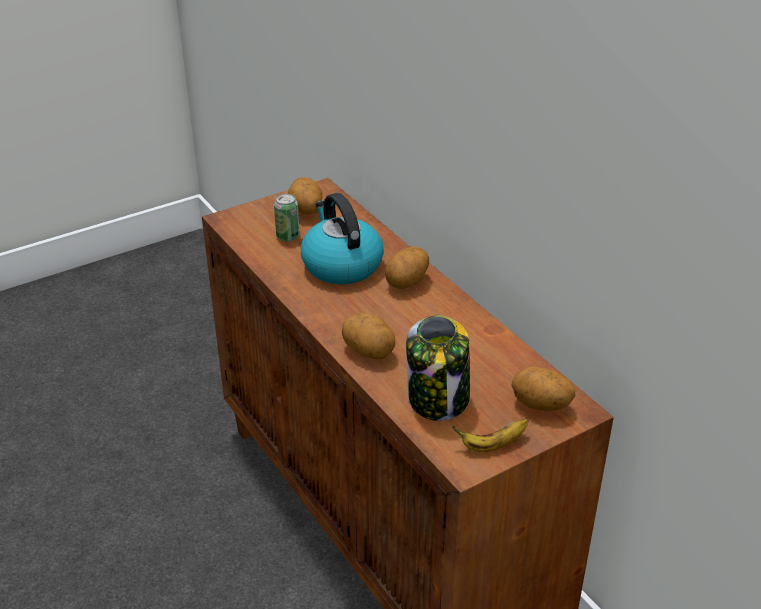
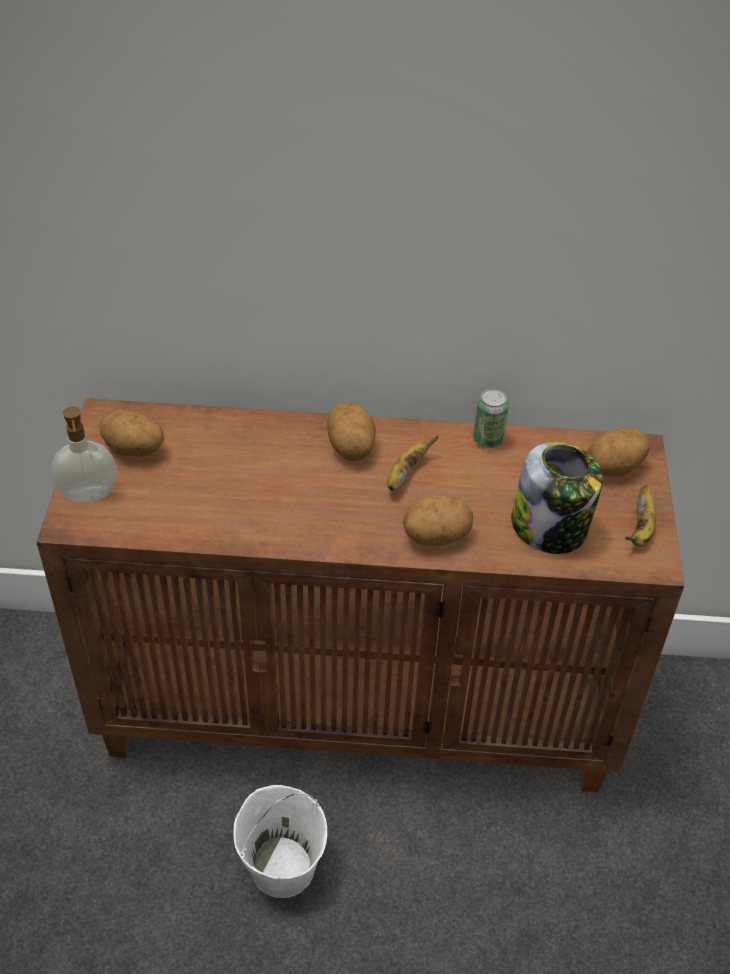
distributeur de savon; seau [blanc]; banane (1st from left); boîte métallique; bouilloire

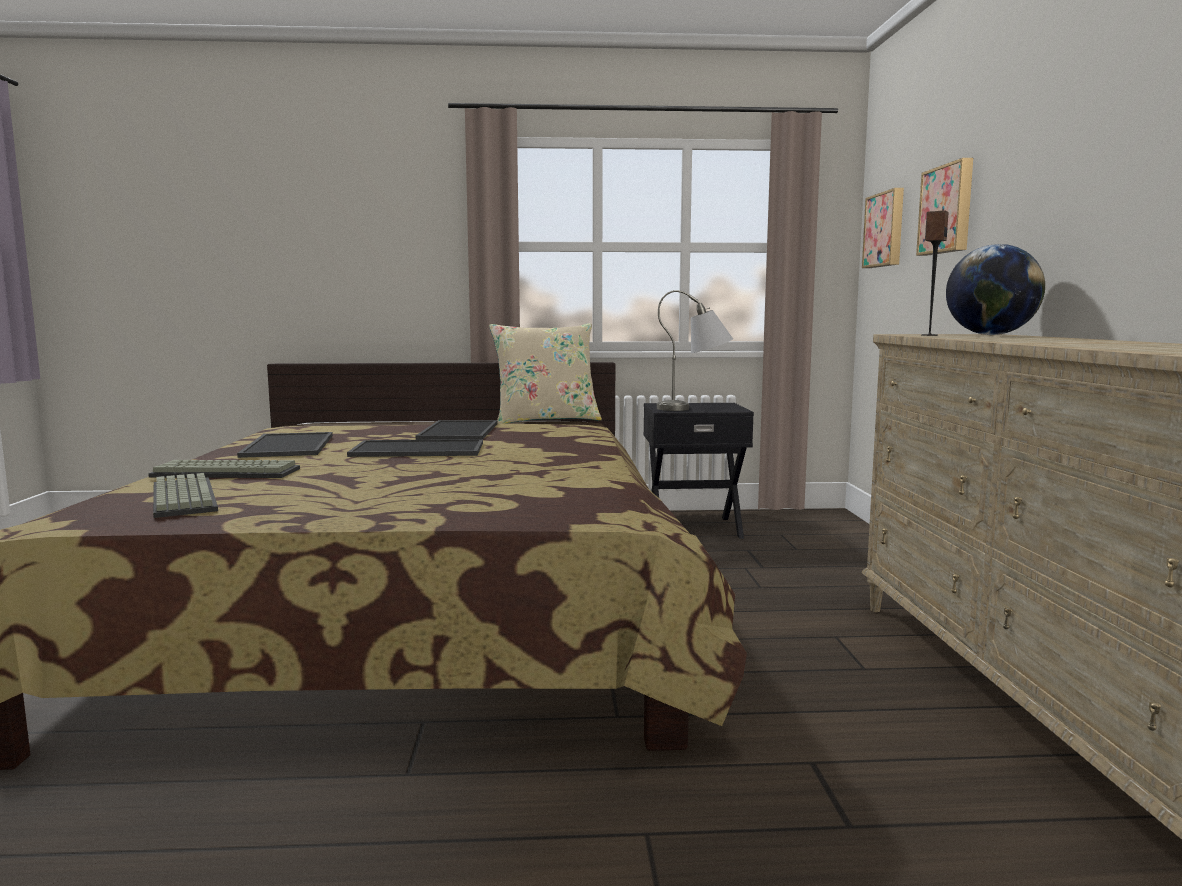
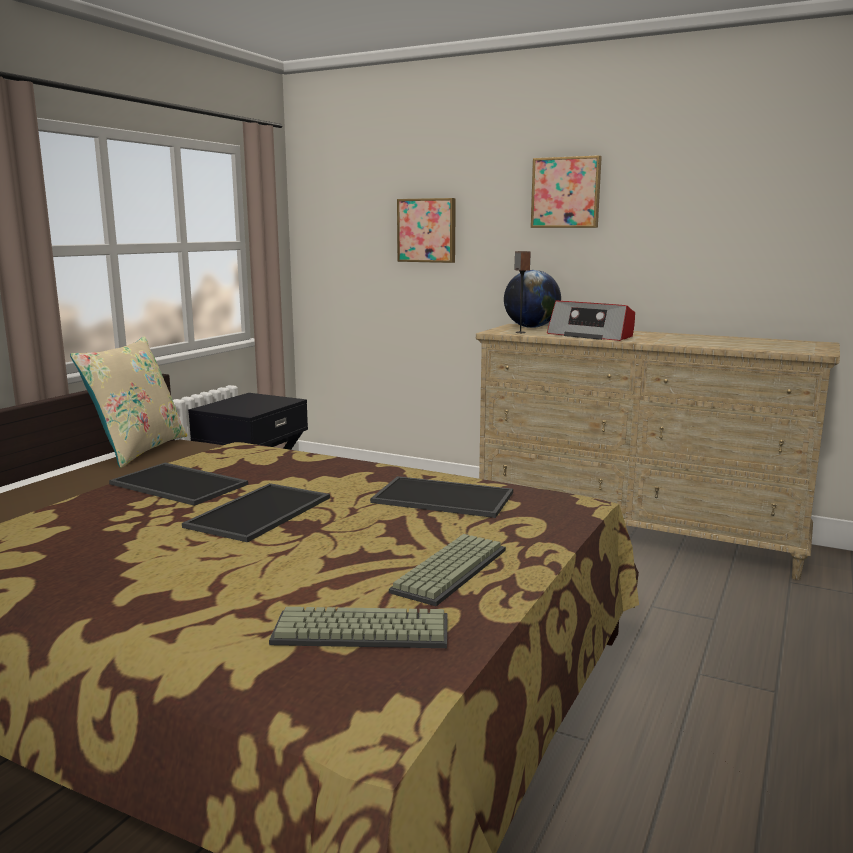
plateau (3rd from left); clavier (2nd from left); tableau (2nd from left); radio; lampe de table [gris]

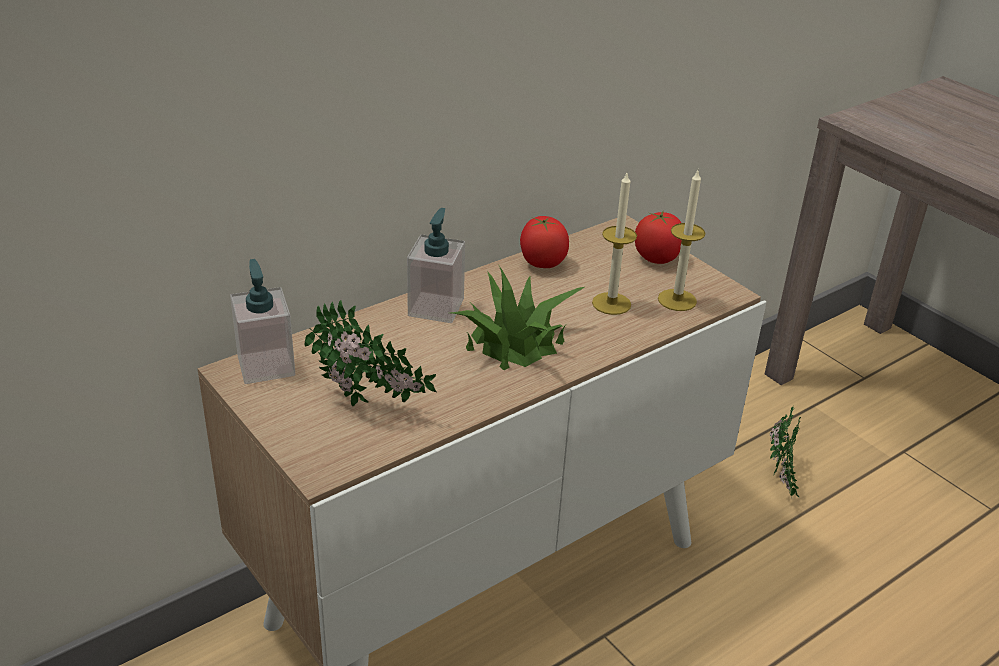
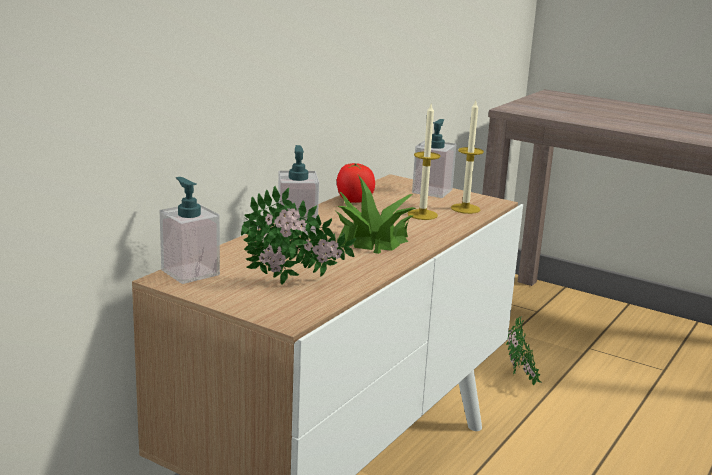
distributeur de savon (3rd from left)

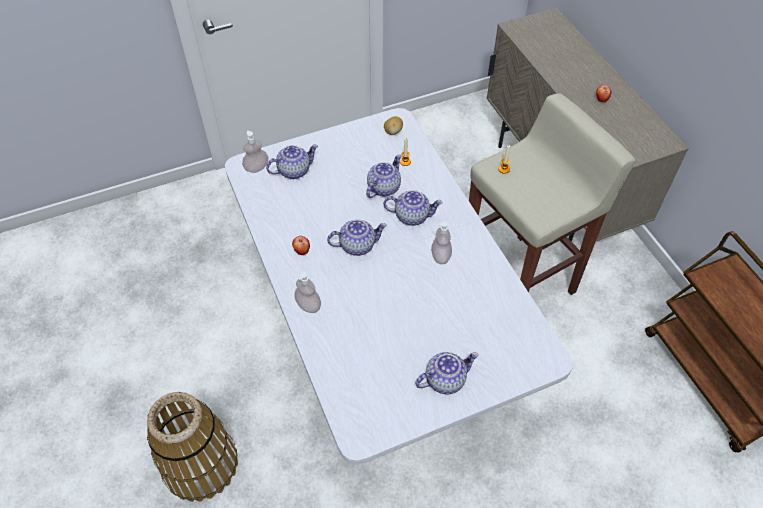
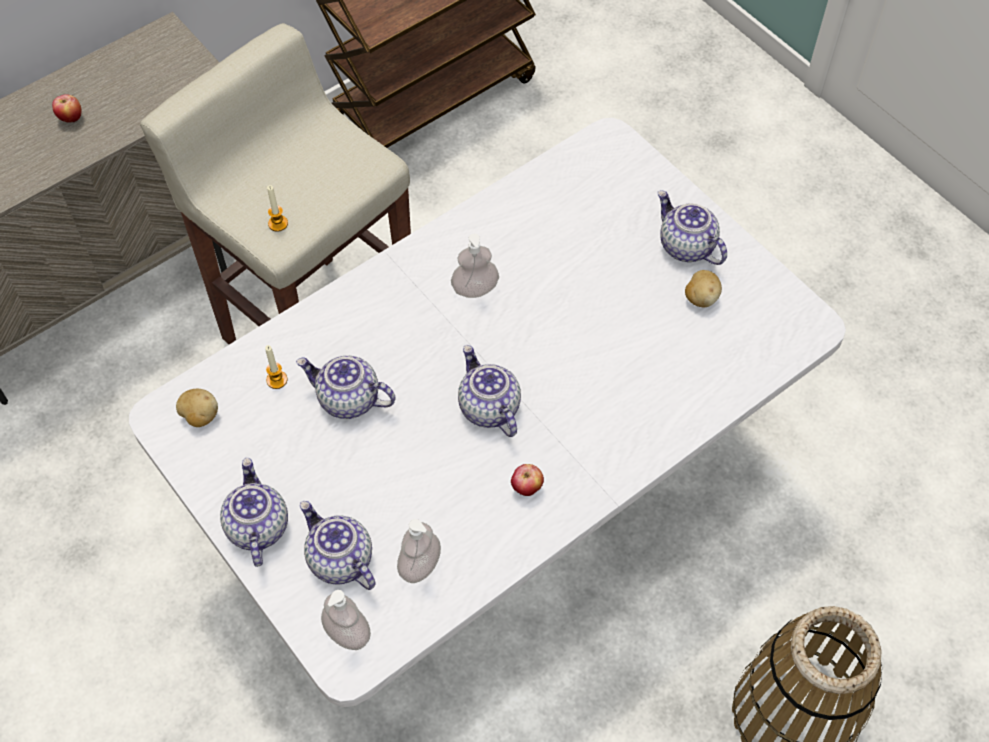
théière (1st from left); distributeur de savon (2nd from left); pomme de terre (2nd from left)

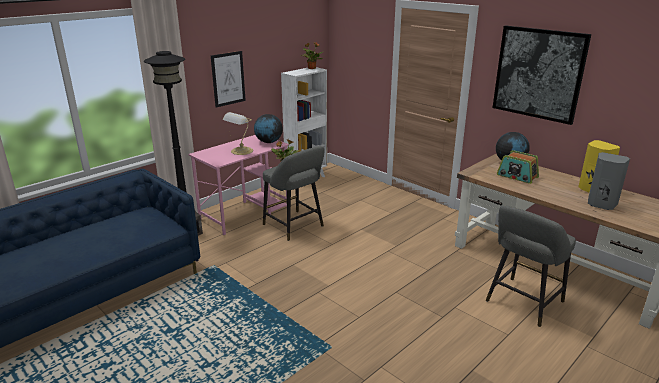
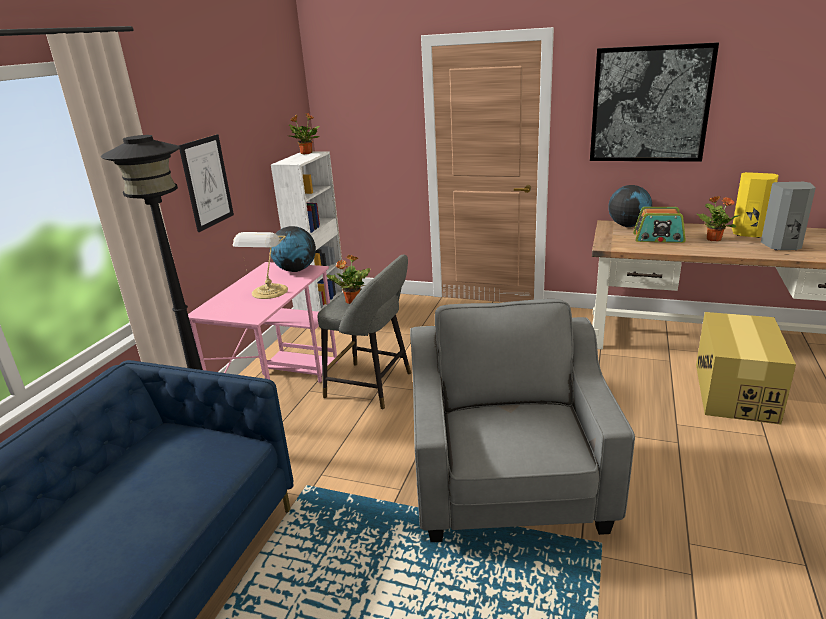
fauteuil [gris]; plante en pot (3rd from left); carton

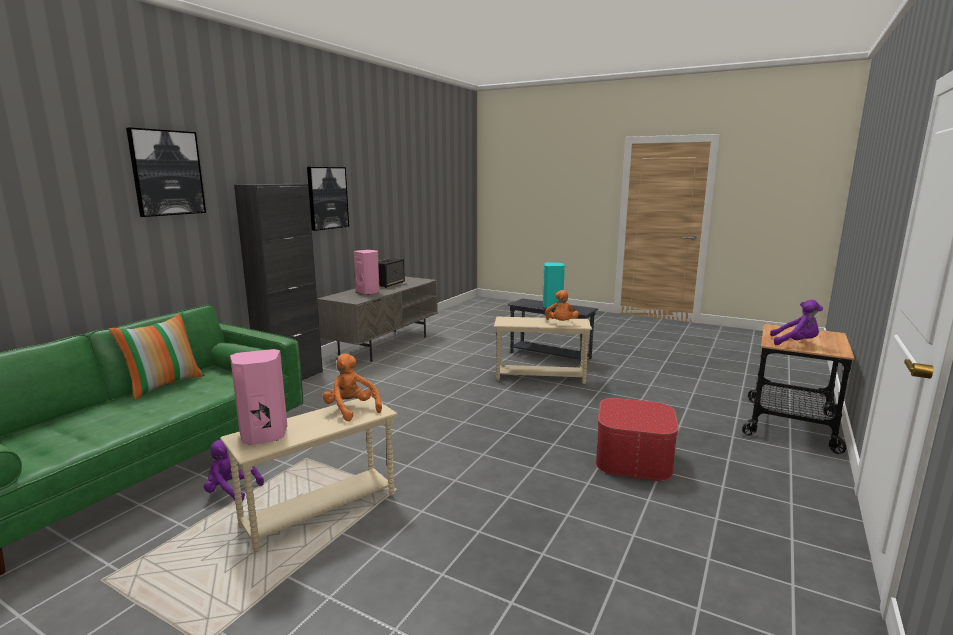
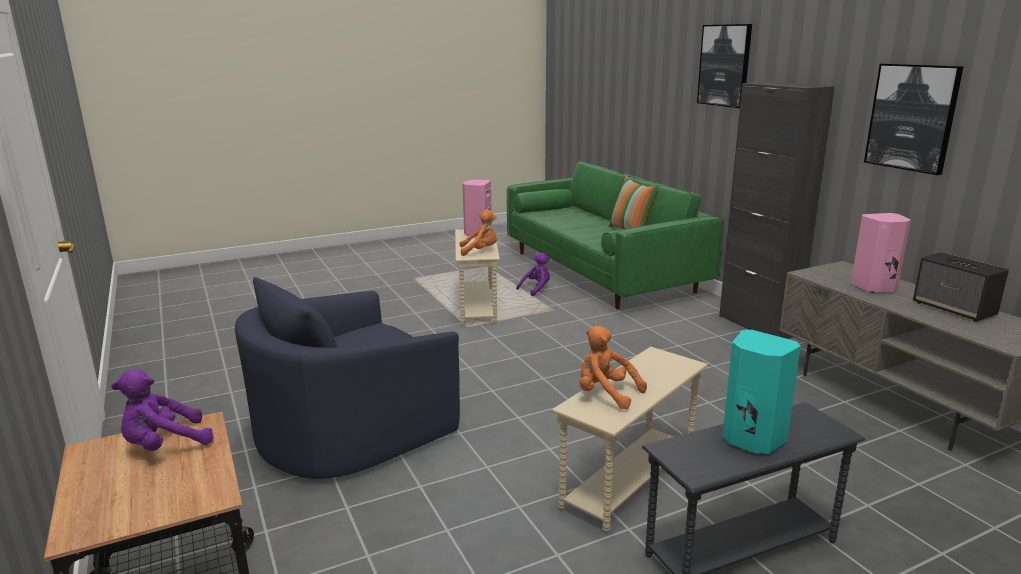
fauteuil [bleu]

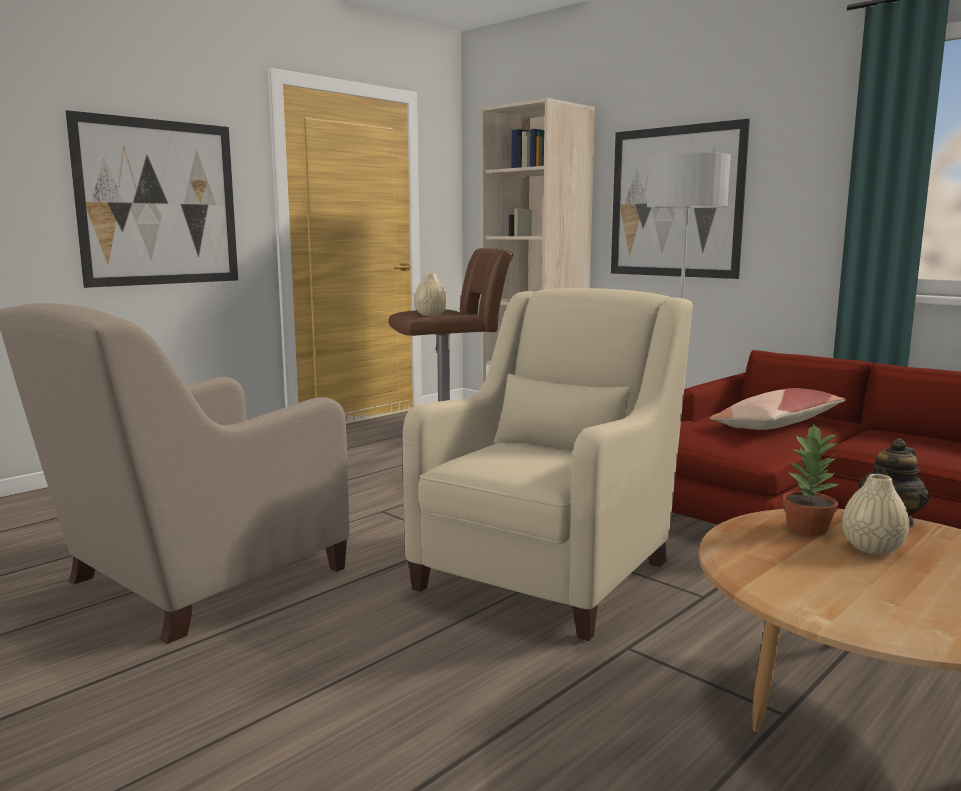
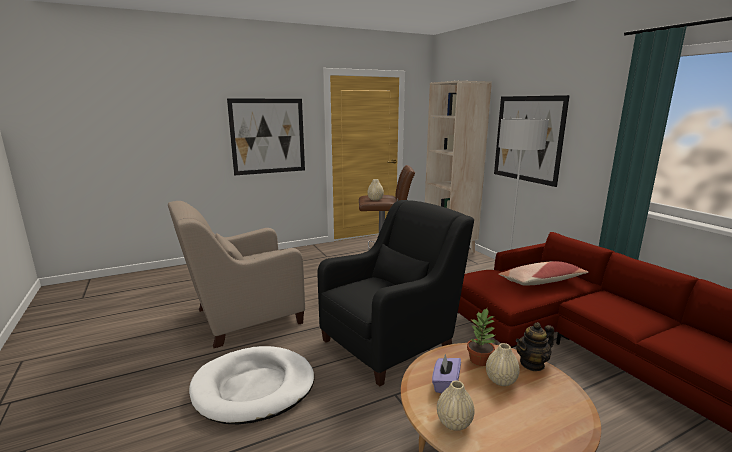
panier pour chien [blanc]; fauteuil [noir]; boîte à mouchoirs [violet]; vase [beige] (2nd from left)

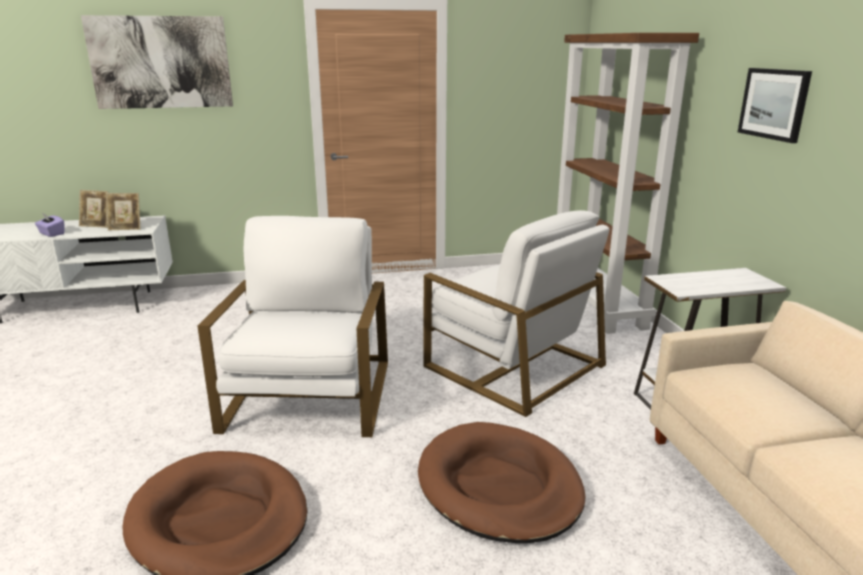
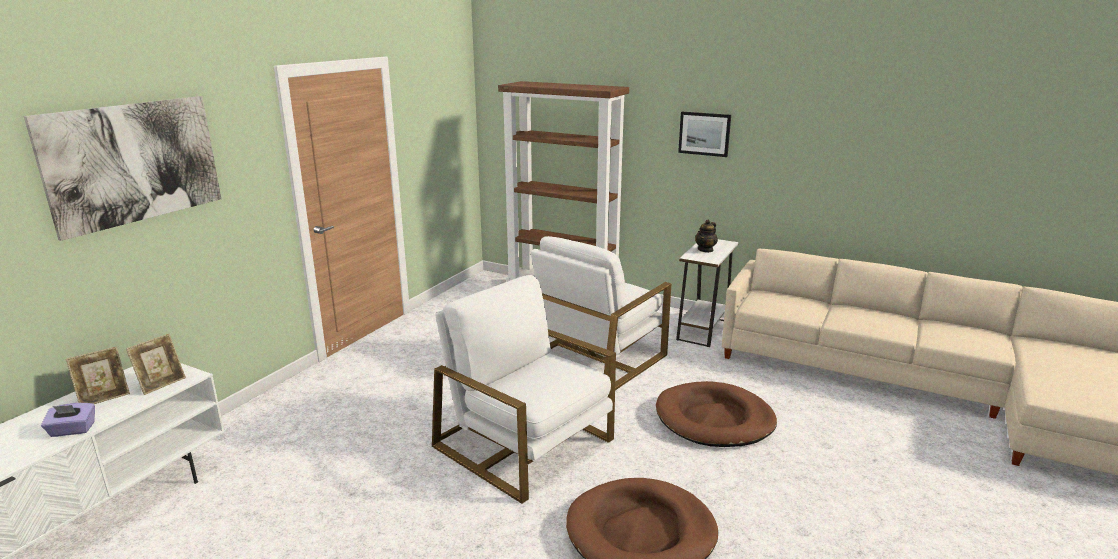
fauteuil [blanc] (2nd from left); théière

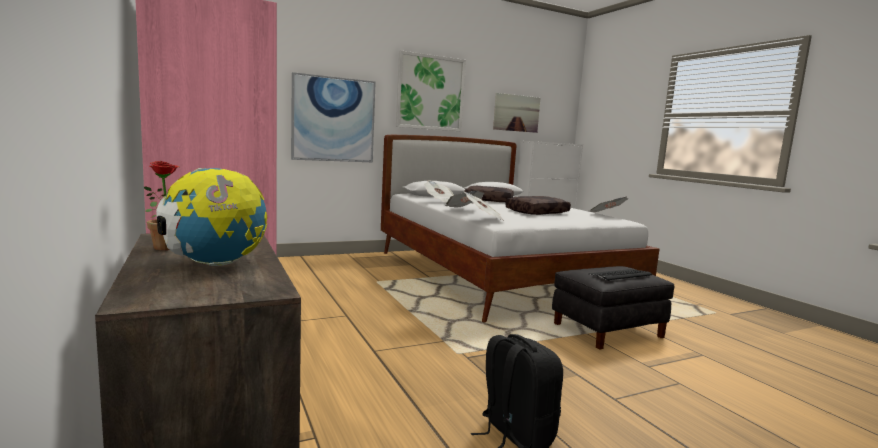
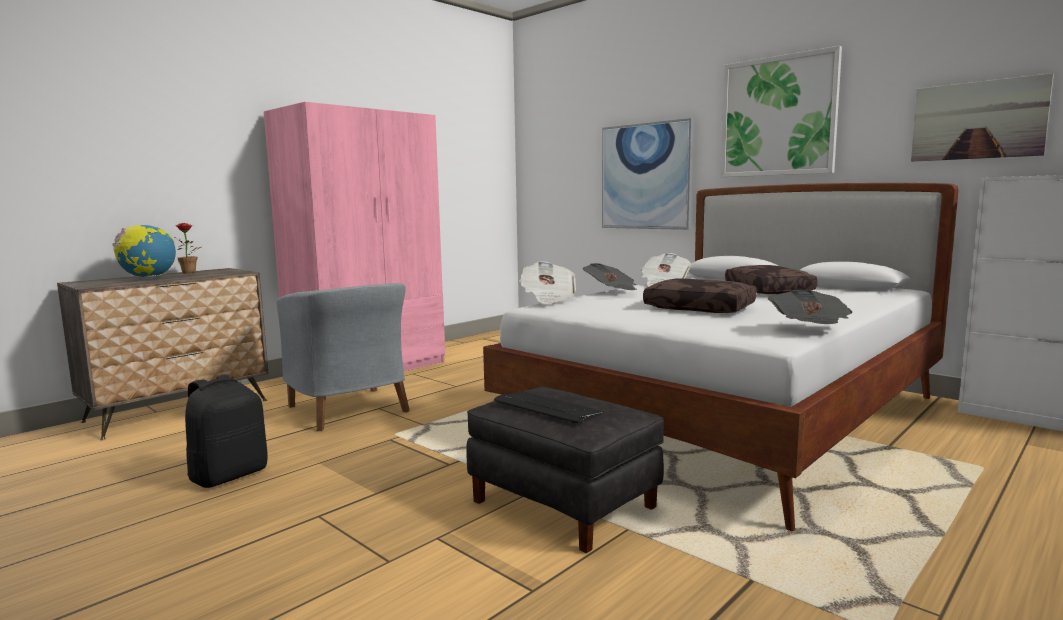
fauteuil [gris]

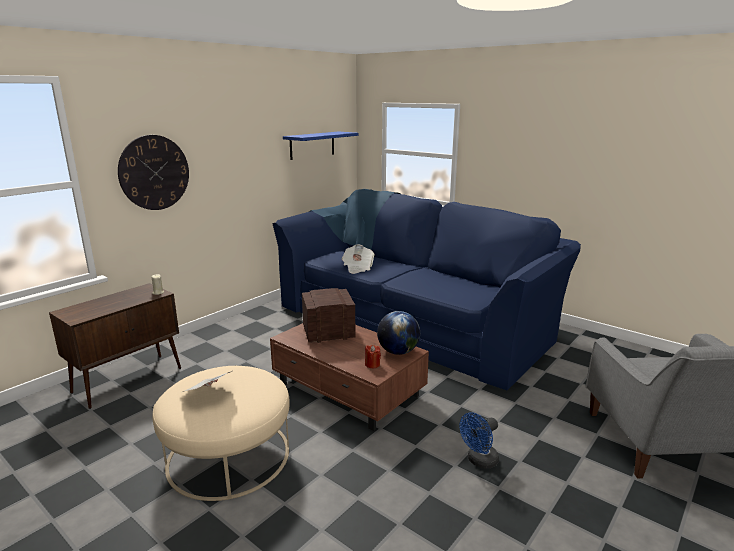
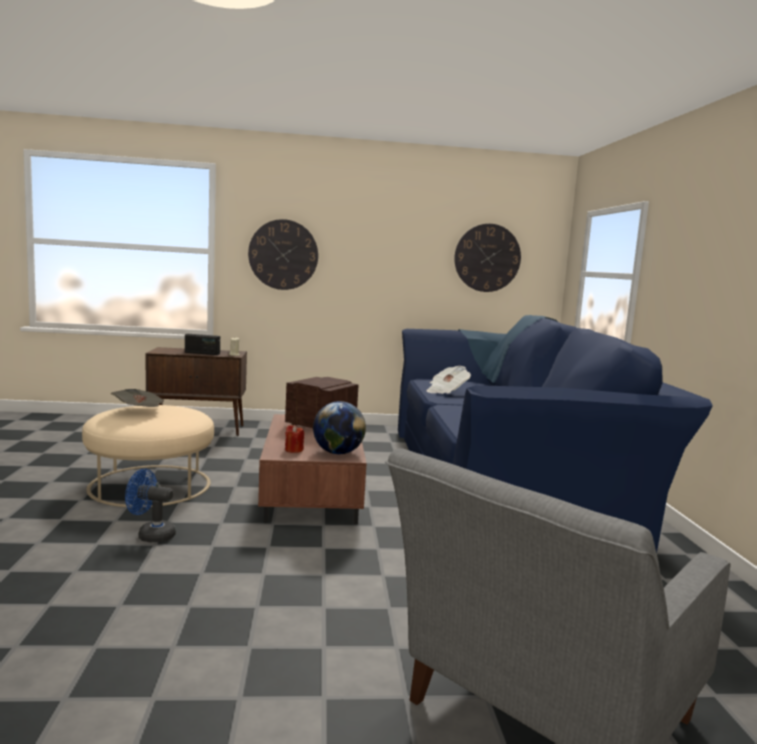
ventilateur [bleu]; radio (1st from left); horloge murale (2nd from left)

